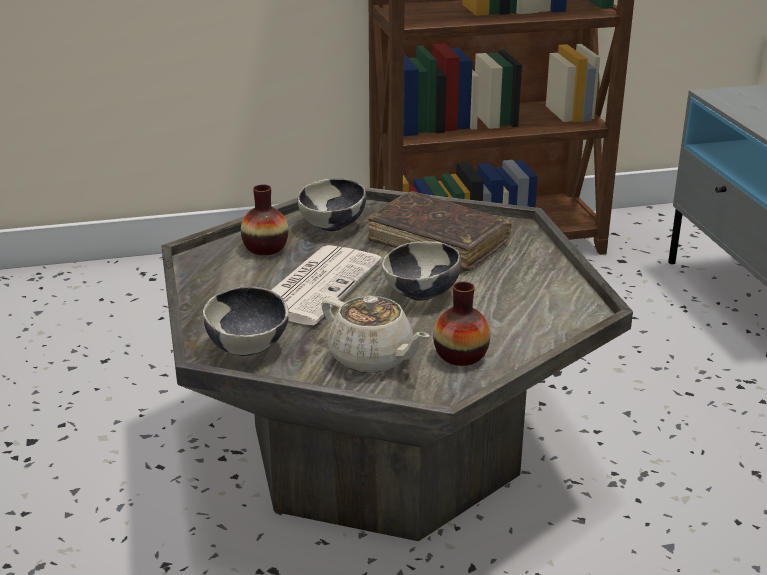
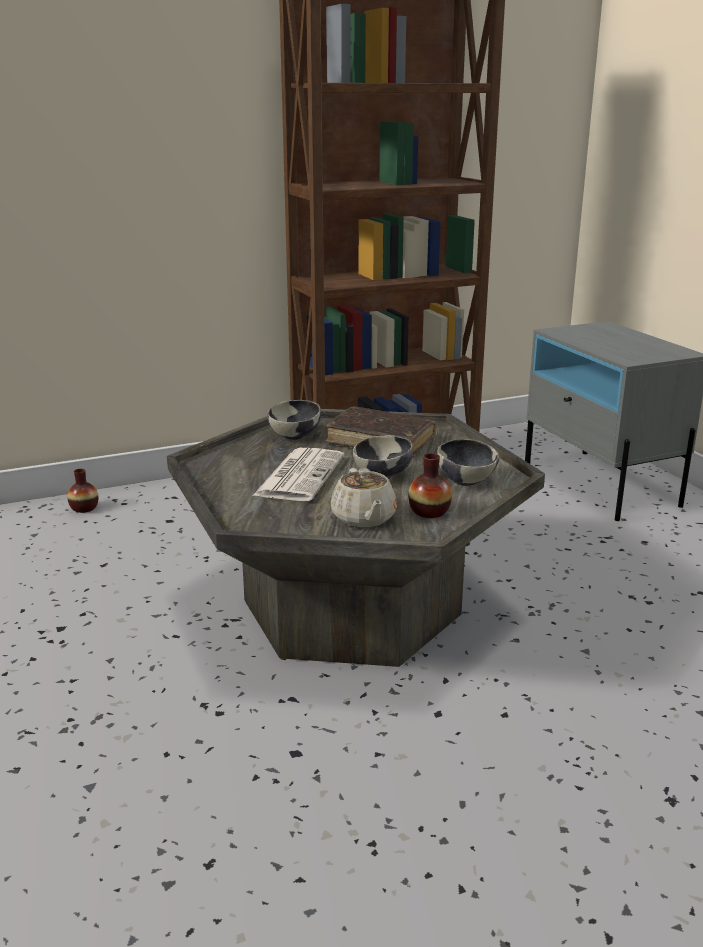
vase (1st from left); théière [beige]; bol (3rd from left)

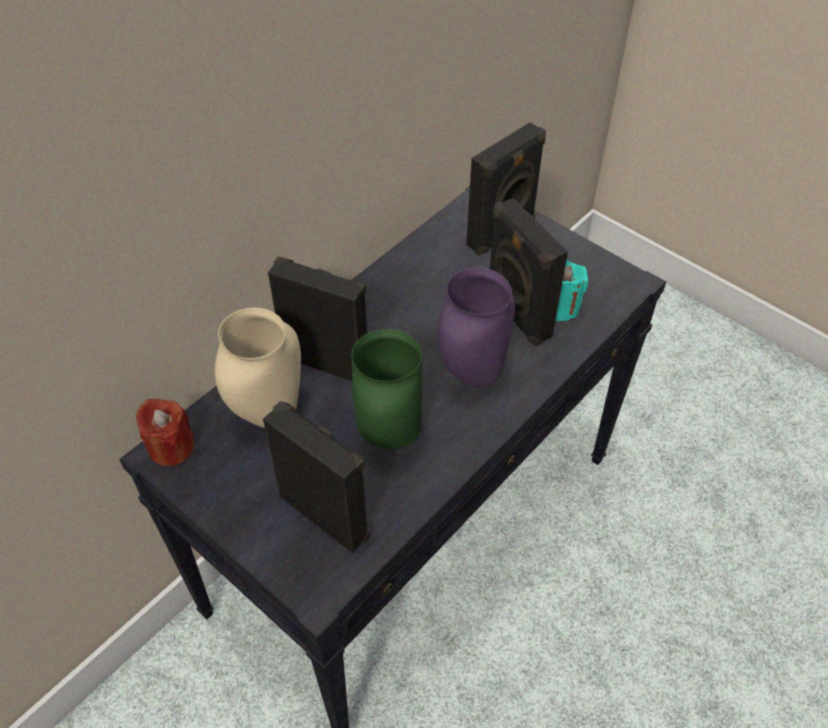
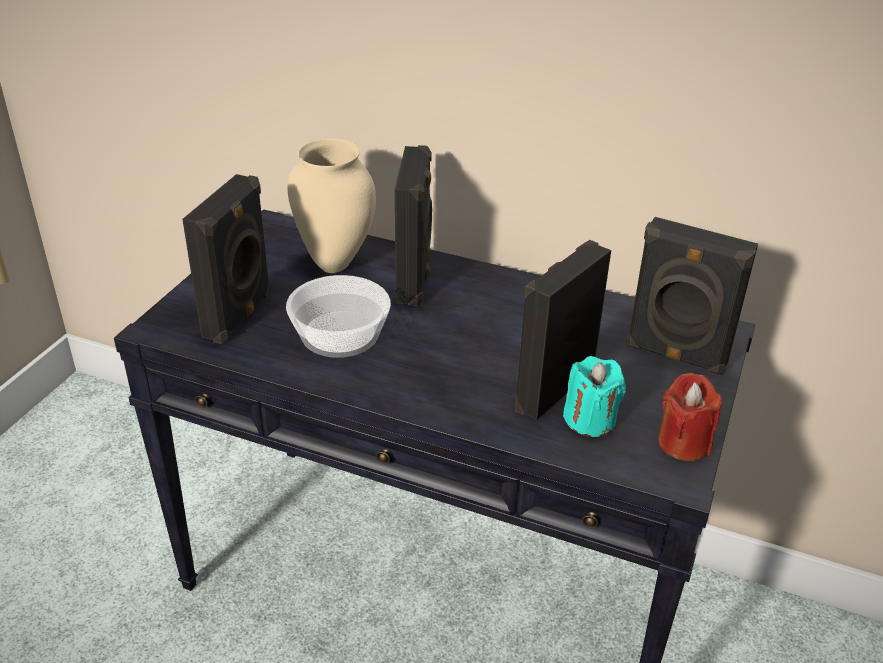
bol; bougie [rouge]; vase [violet]

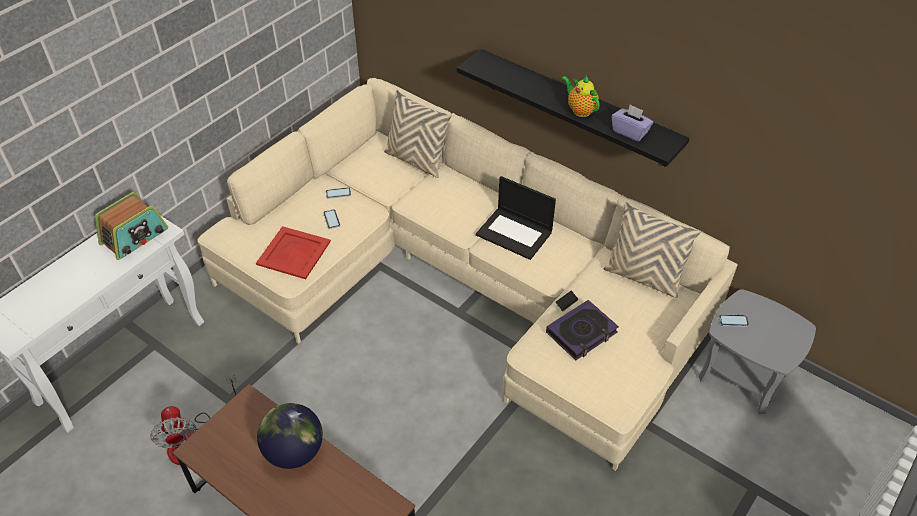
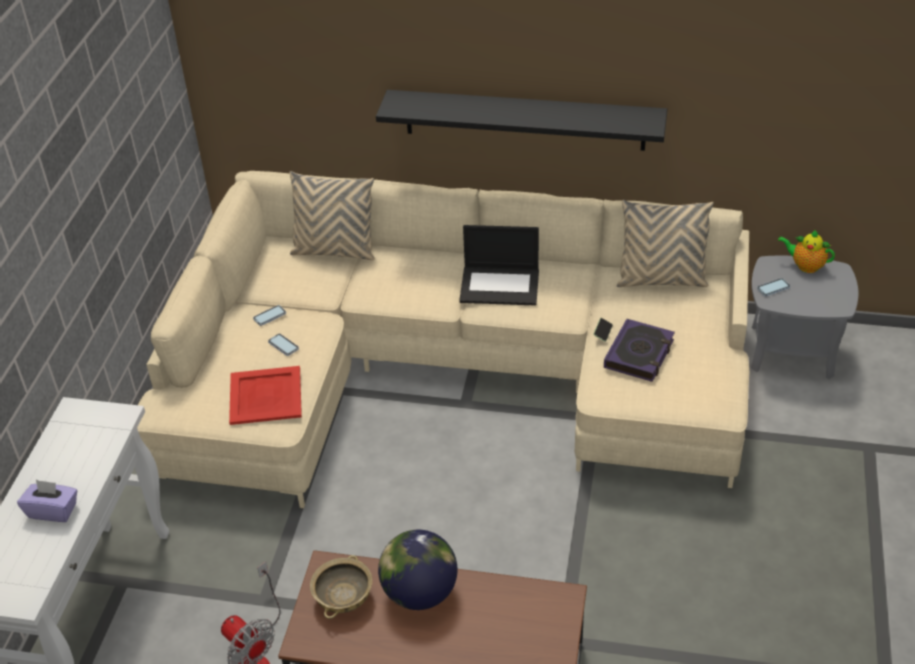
boîte à mouchoirs [violet]; bol [beige]; théière; radio

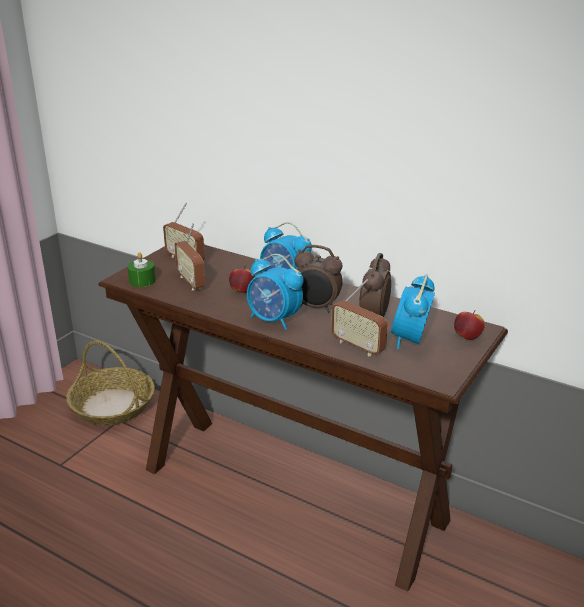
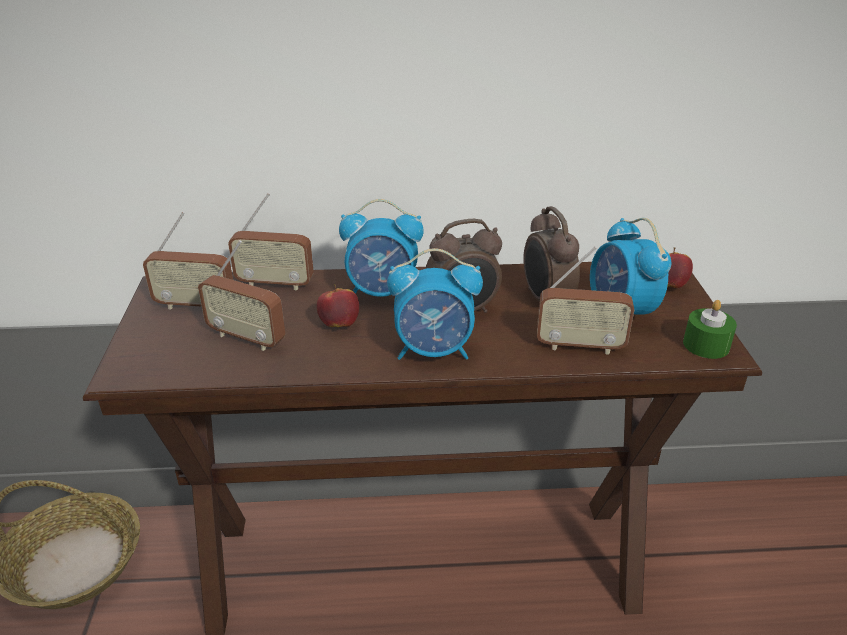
radio (3rd from left); bougie [vert]

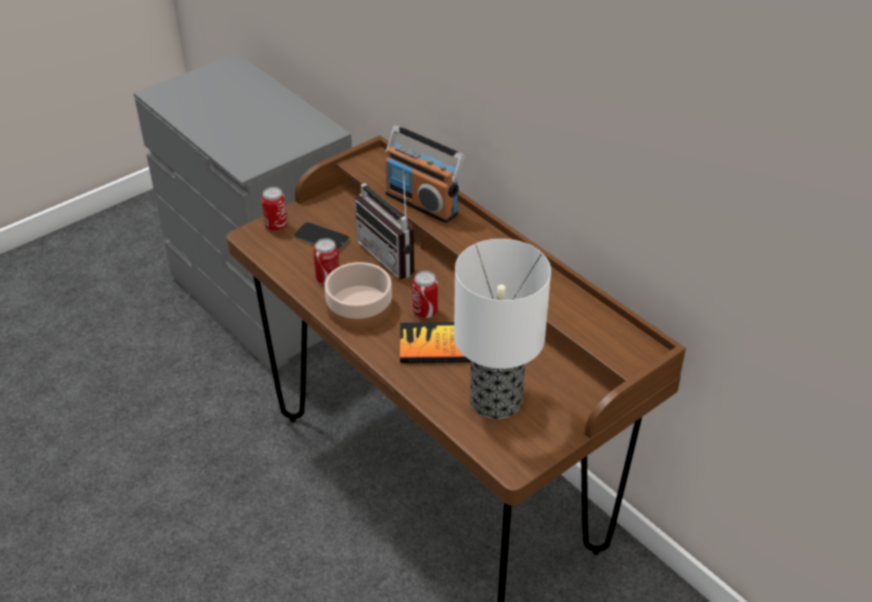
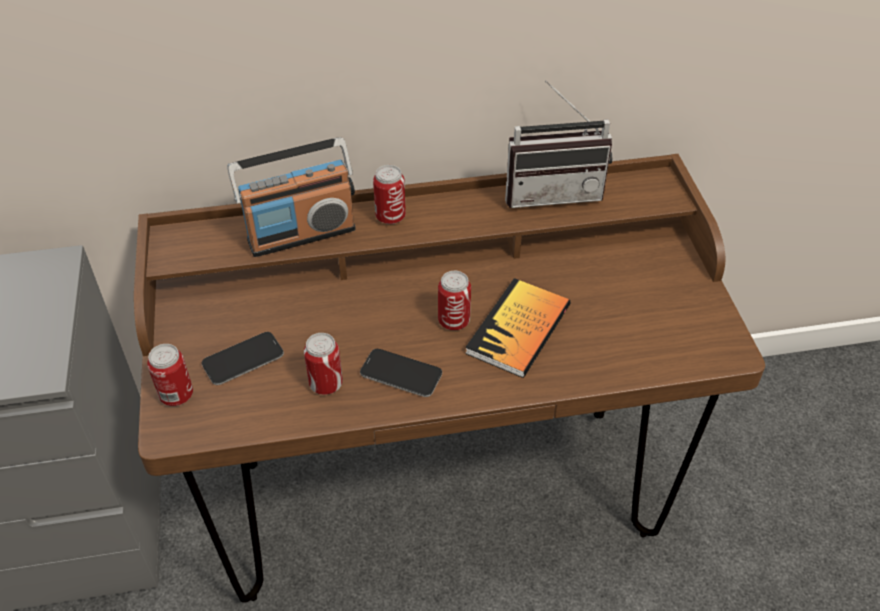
téléphone (2nd from left); boîte métallique (3rd from left); radio (2nd from left); lampe de table

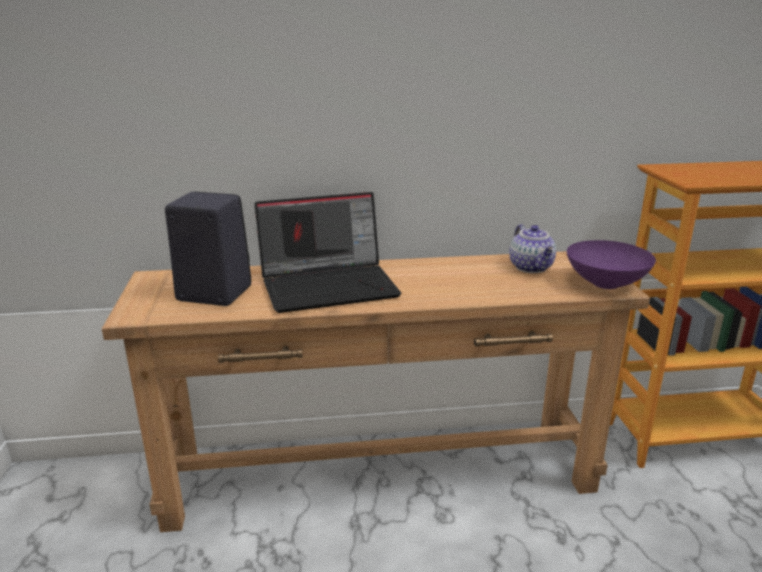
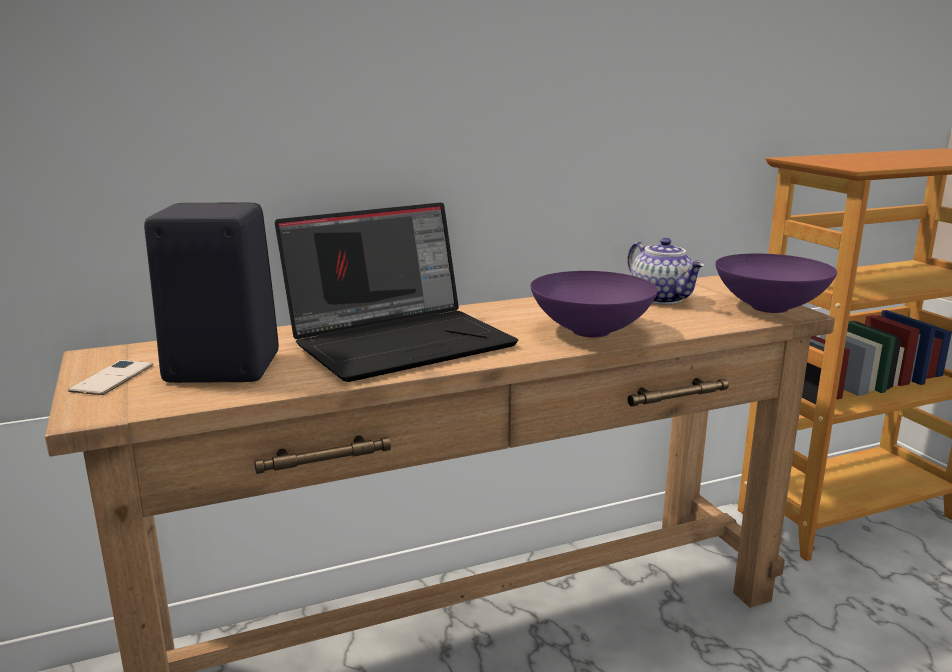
téléphone; bol [violet] (1st from left)

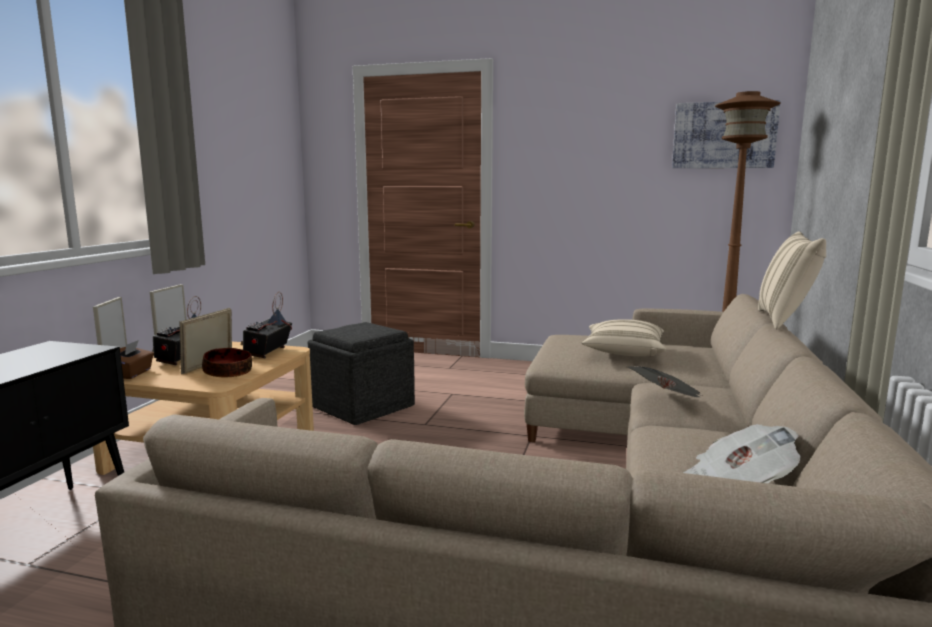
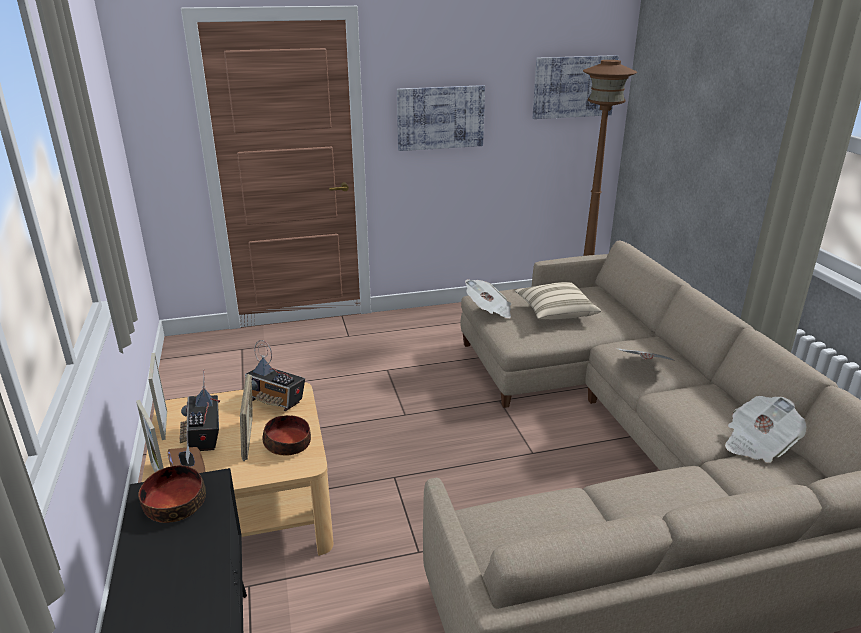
bol (1st from left); radio (2nd from left); tableau (1st from left); journal (1st from left); pouf [gris]; coussin [beige] (2nd from left in the first image)

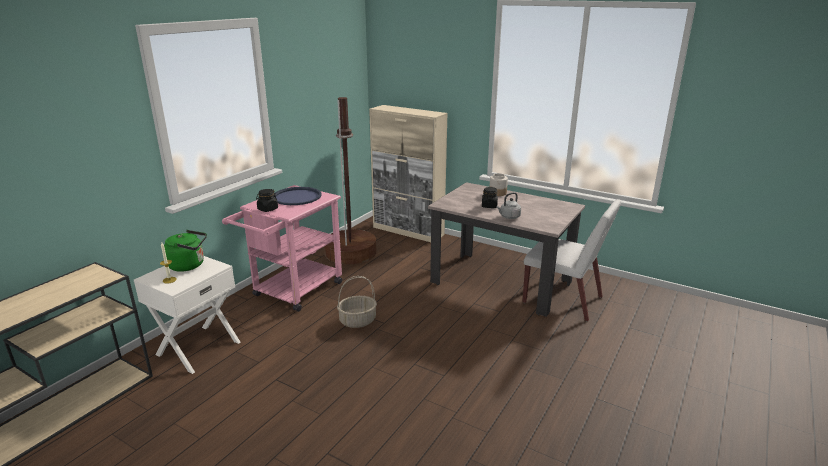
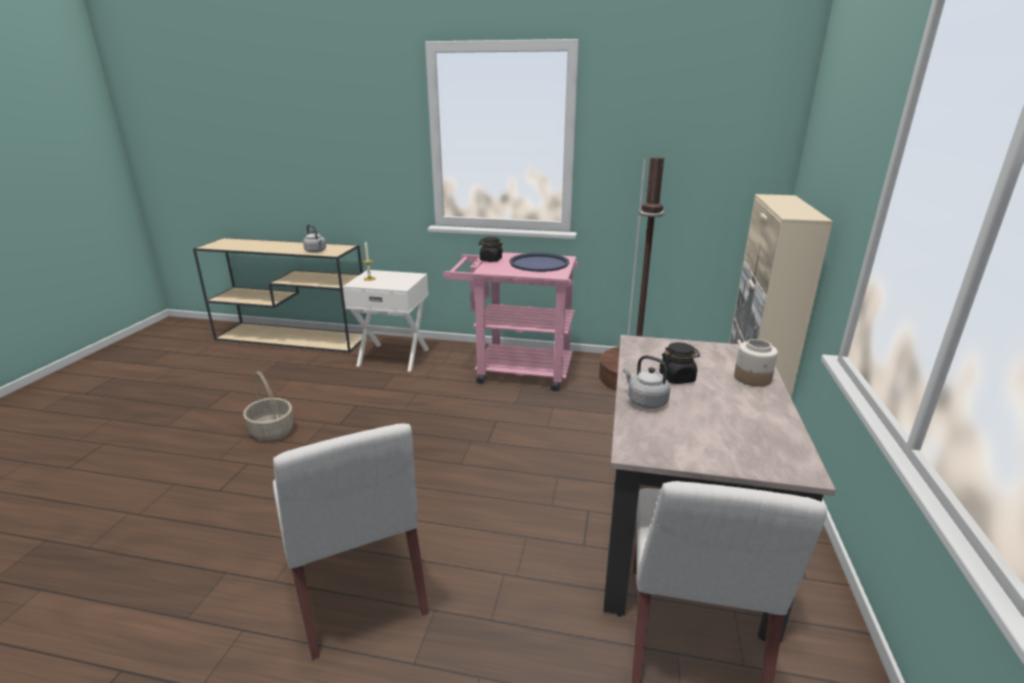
panier; chaise [blanc] (1st from left); bouilloire [gris] (1st from left); bouilloire [vert]

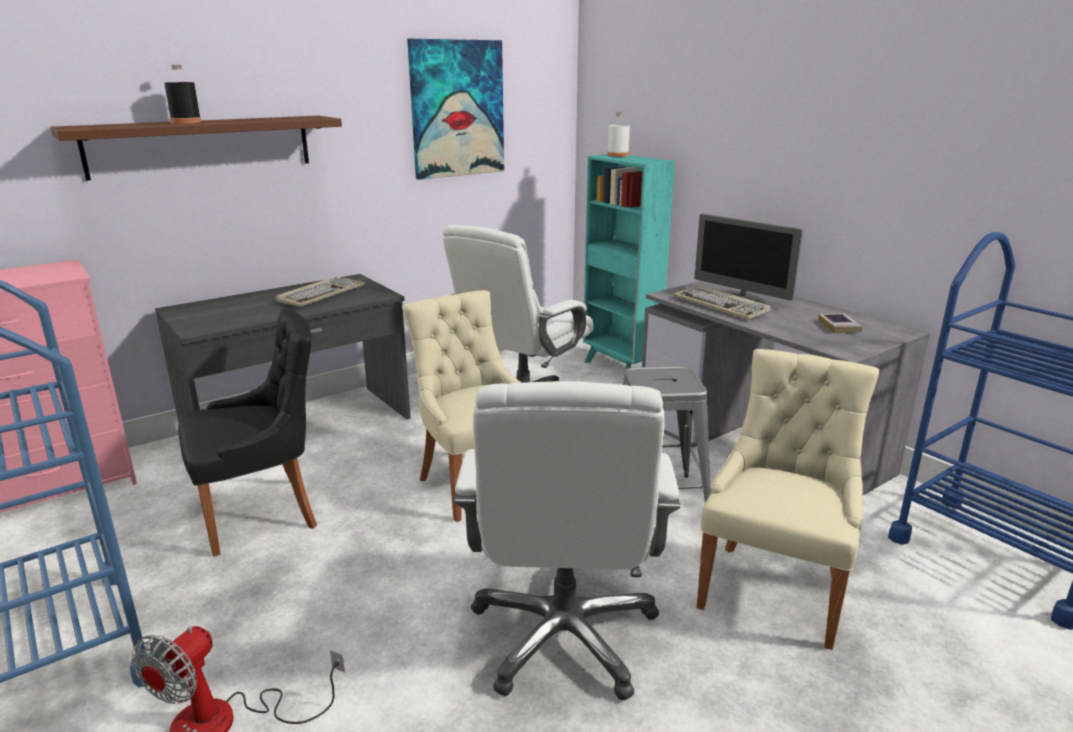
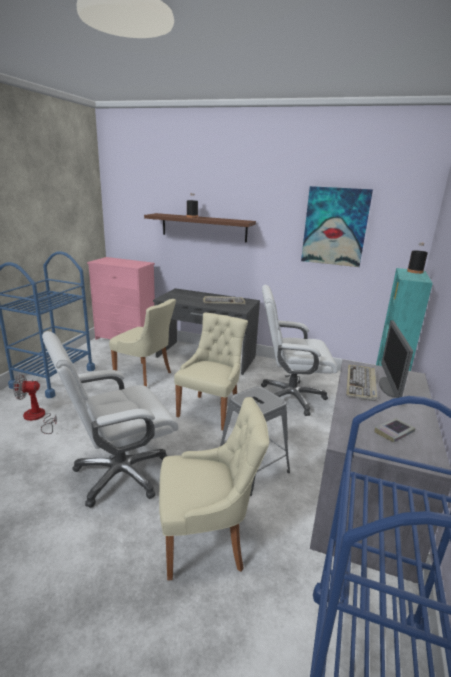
chaise [beige] (1st from left); bouteille [noir] (2nd from left)

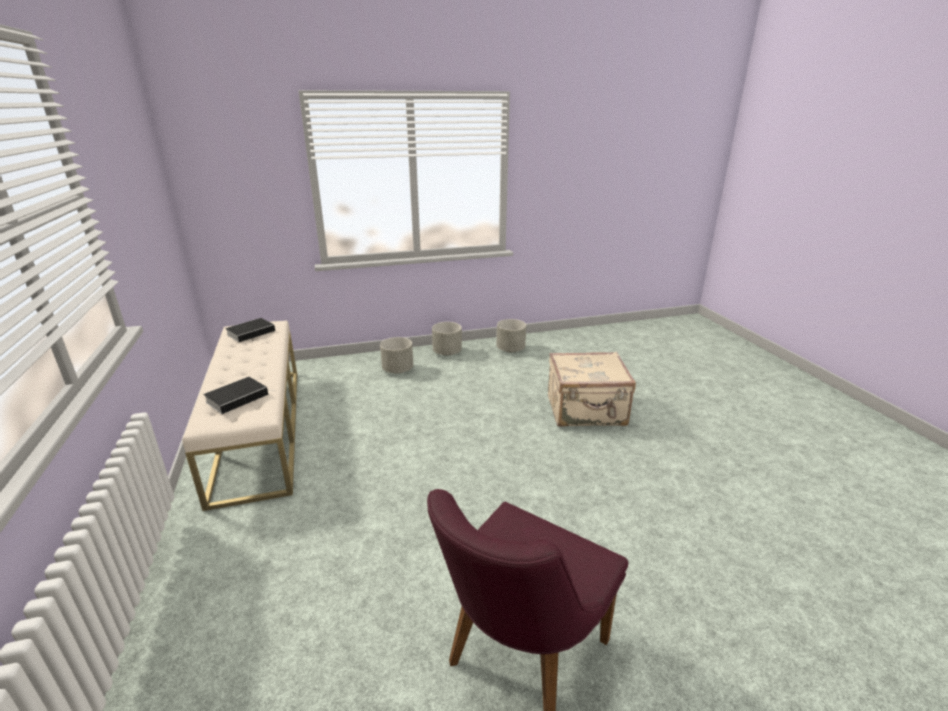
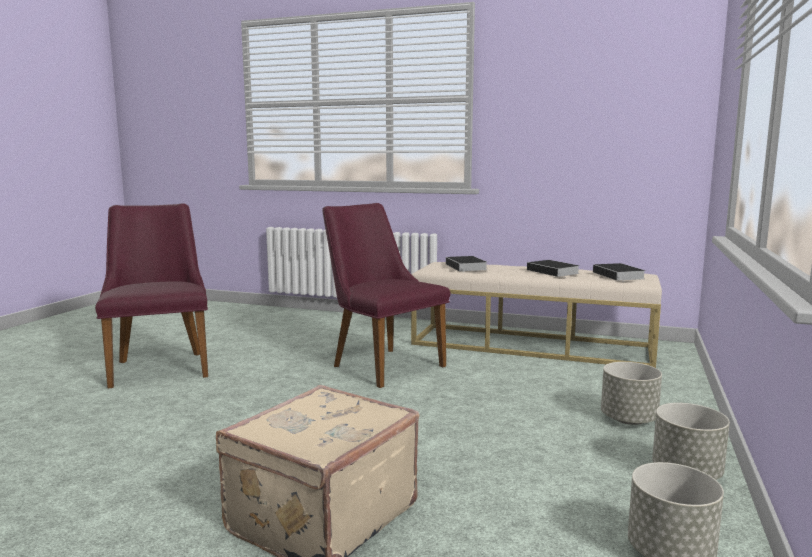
chaise [violet] (2nd from left); livre (2nd from left)

